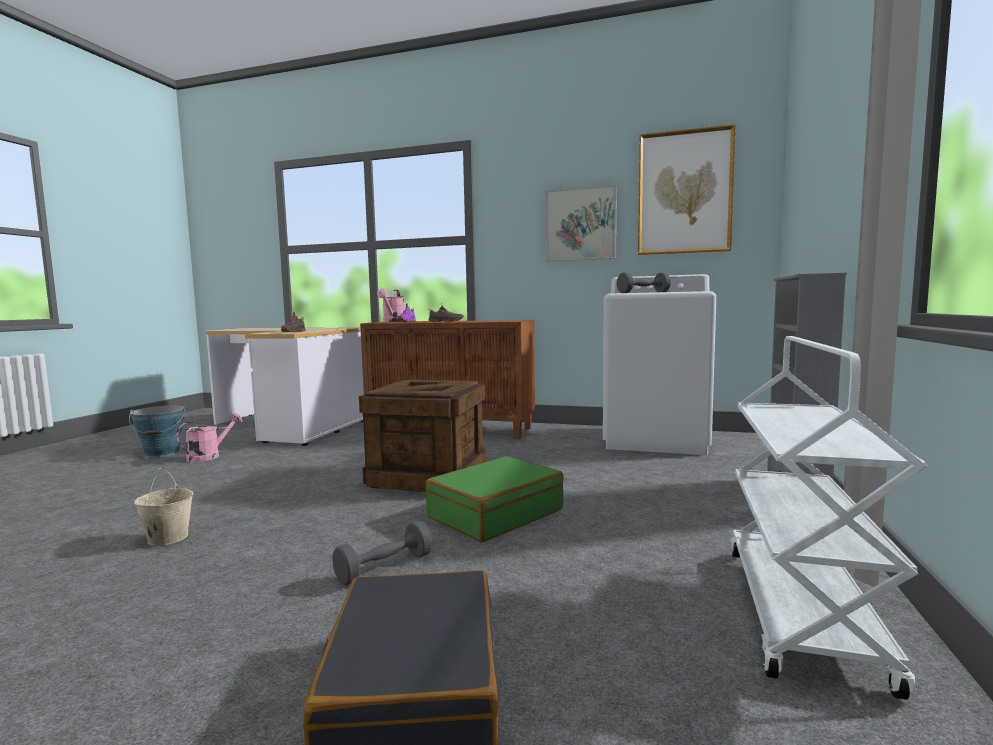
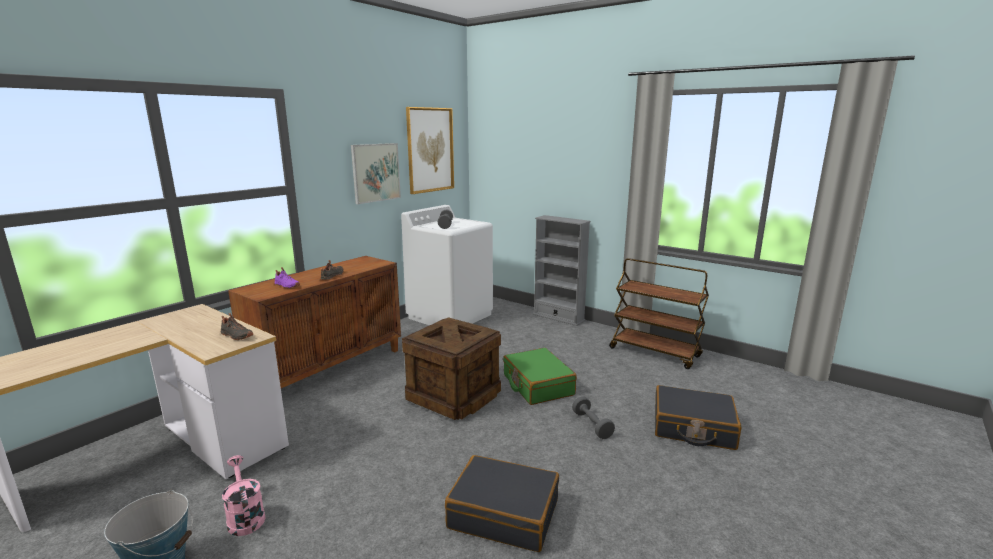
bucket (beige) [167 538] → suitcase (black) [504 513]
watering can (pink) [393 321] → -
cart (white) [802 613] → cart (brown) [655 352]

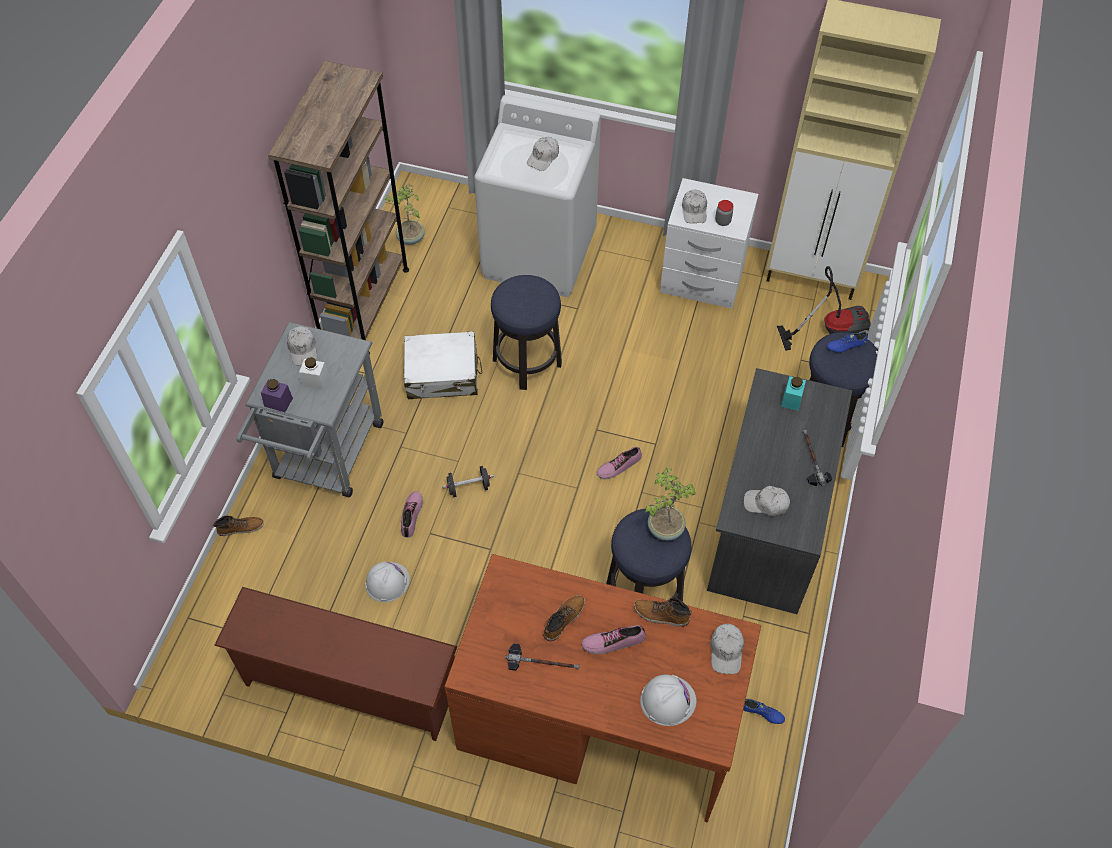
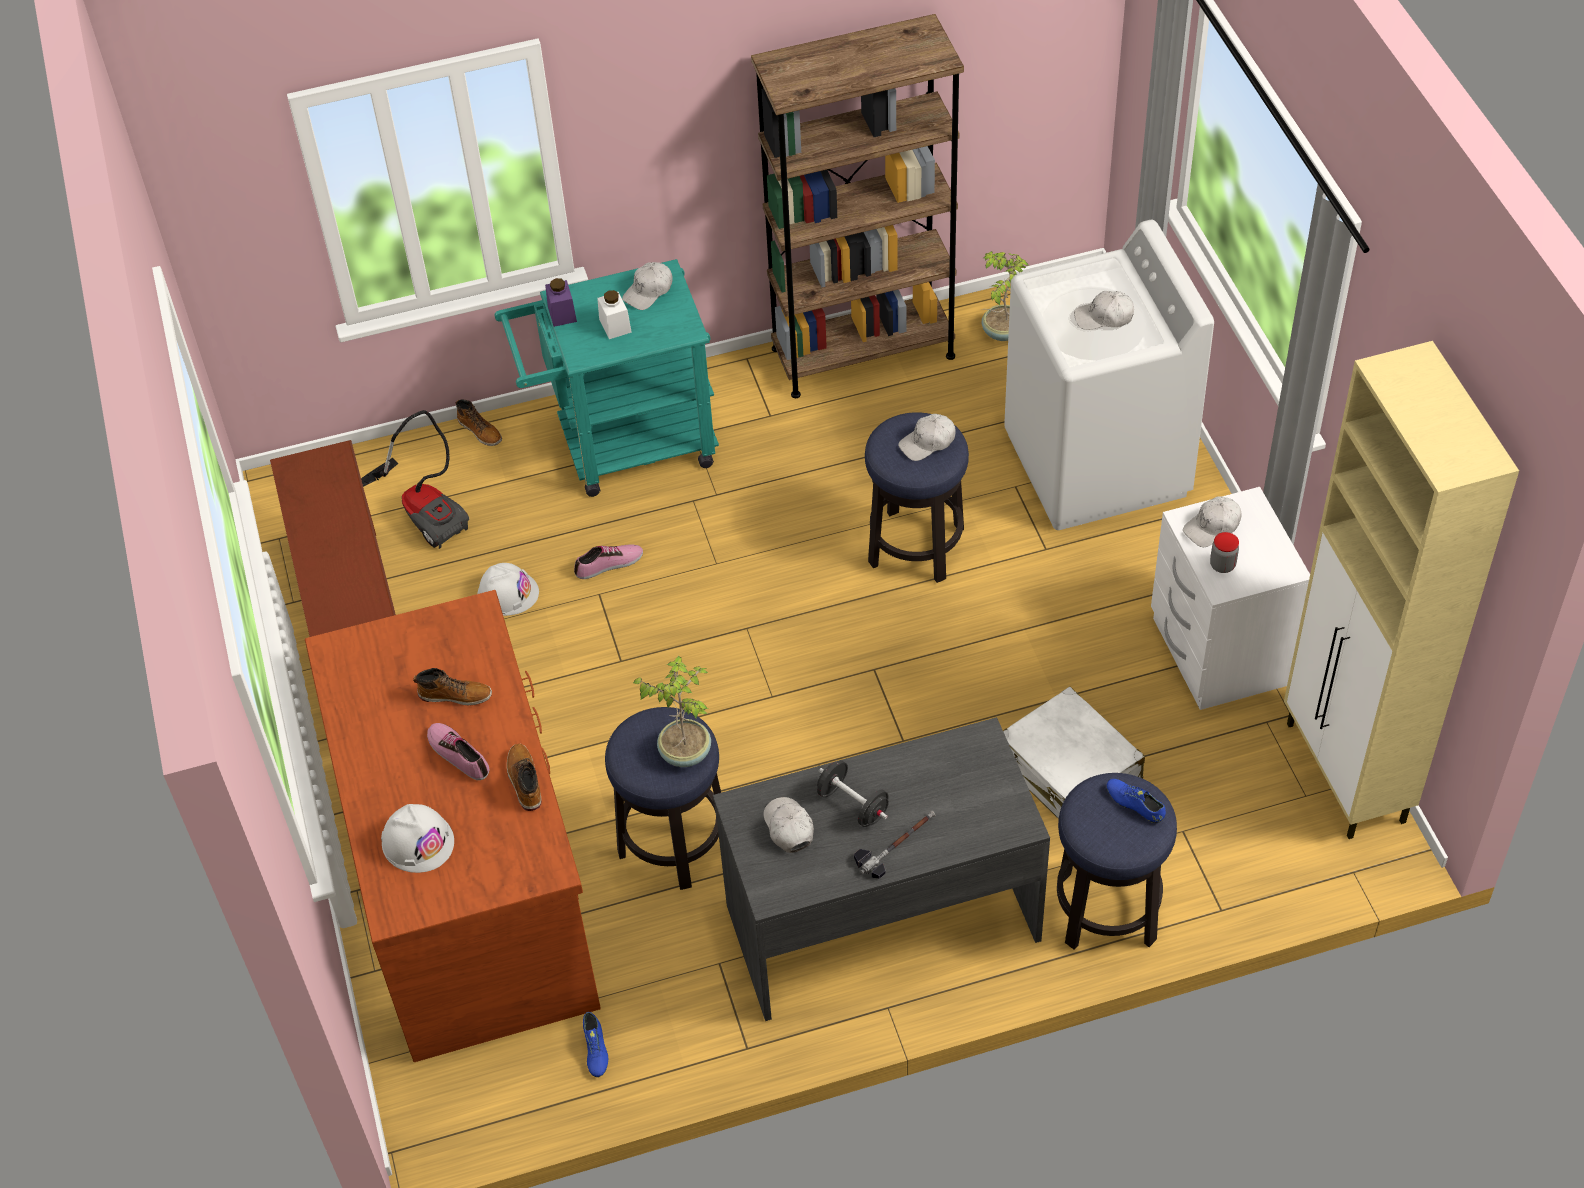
cart (grey) [325 459] → cart (turquoise) [622 446]
suitcase (white) [442 374] → suitcase (white) [1069 772], relocated
dumbbell (black) [468 487] → dumbbell (black) [853 805], relocated
hammer [542 662] → -
shoe [618 466] → -
cap (white) [726 651] → cap (white) [927 442], relocated
vacuum cleaner [831 328] → vacuum cleaner [426 510], relocated
jar (turquoise) [791 399] → -

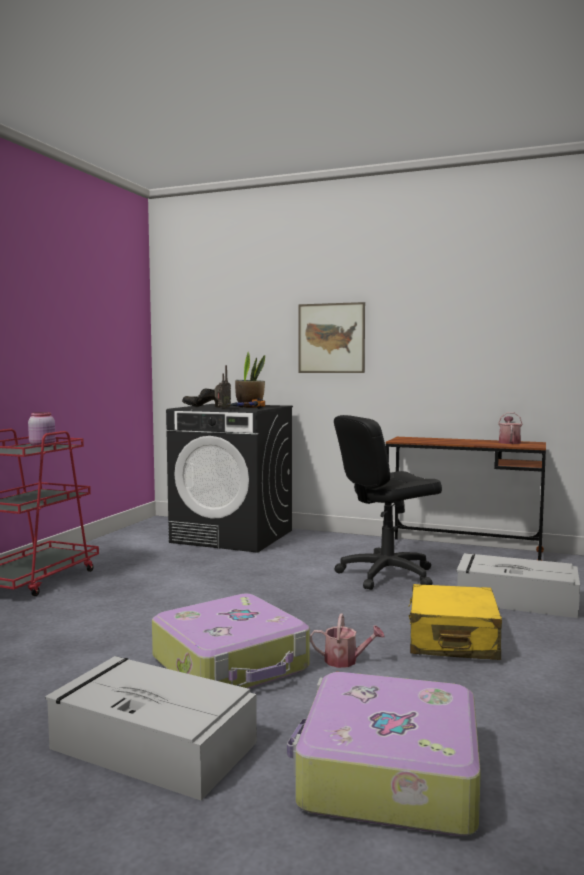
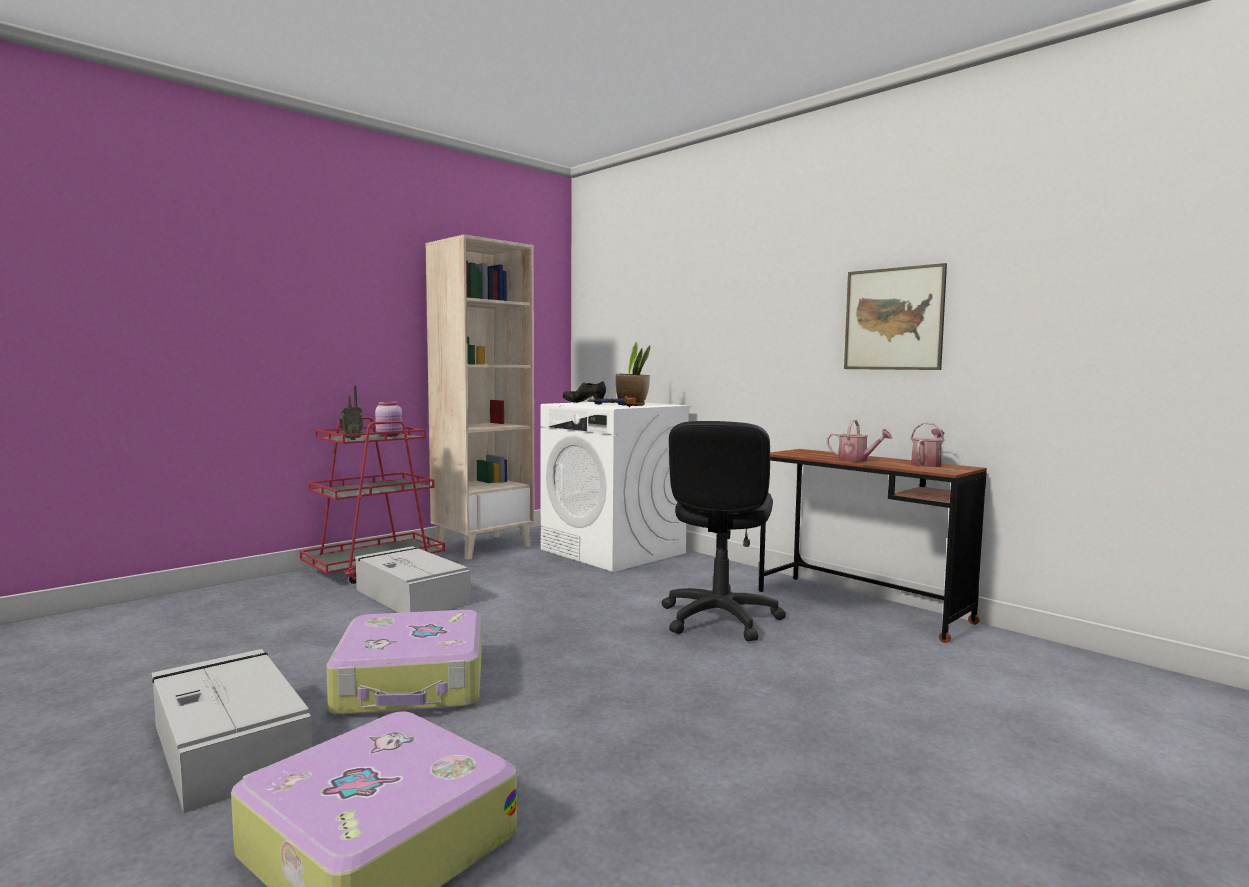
washing machine (black) [233 536] → washing machine (white) [613 551]
radio [222 408] → radio [350 439], relocated
picture [331 338] → picture [893 319], relocated
watering can [345 661] → watering can [857 460], relocated
office chair (black) [386 575] → office chair (black) [719 619], 75 degrees counterclockwise
suitcase (yellow) [452 640] → -
storage box (grey) [514 599] → storage box (grey) [411 596], relocated
- → bookcase (beige) [483 546]

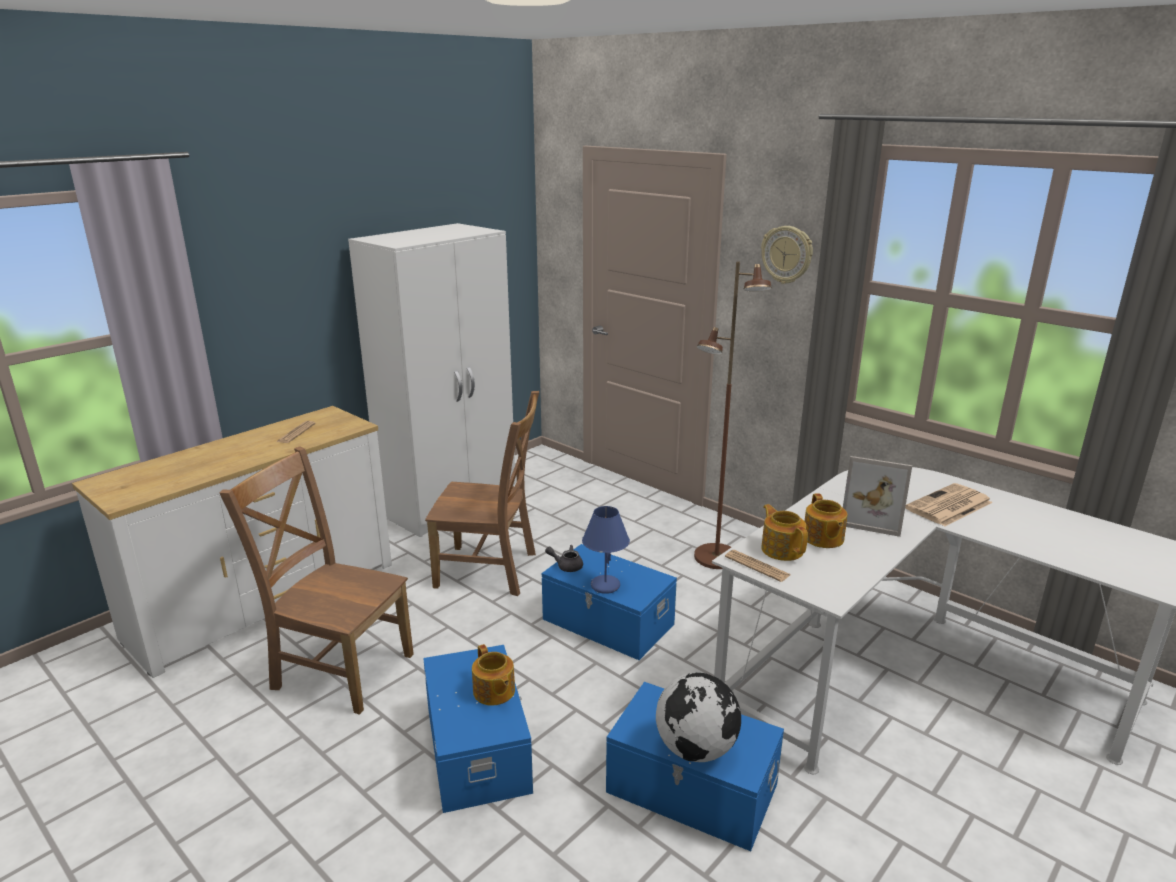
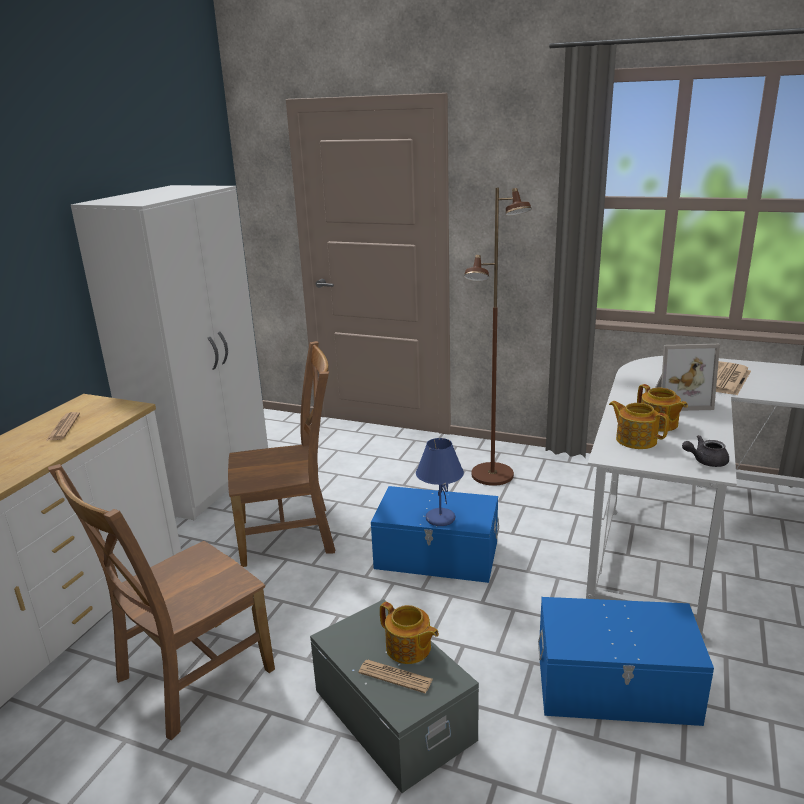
chair (brown) [339 669] → chair (brown) [189 678], 45 degrees counterclockwise
storage box (blue) [479 748] → storage box (grey) [394 713]
teapot (grey) [566 566] → teapot (grey) [705 461], relocated
globe [696 749] → -
newspaper [757 566] → newspaper [395 676], relocated
wall clock [787 254] → -

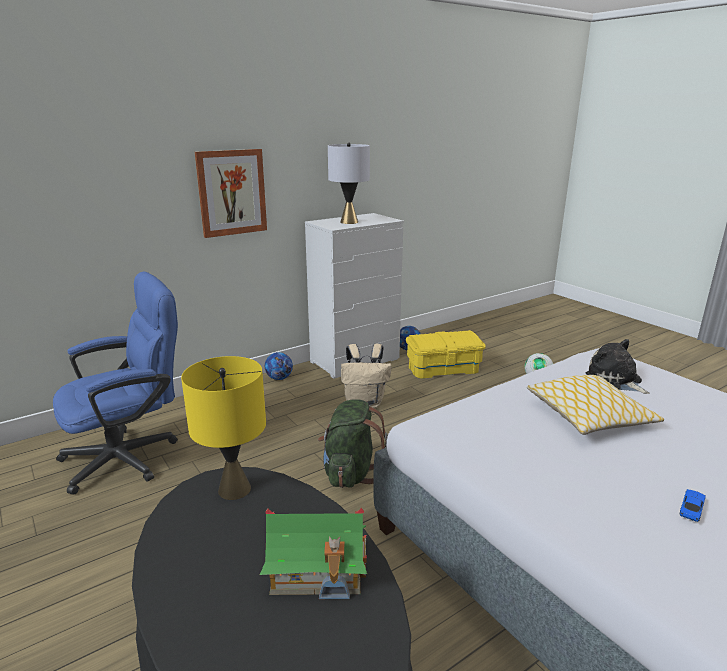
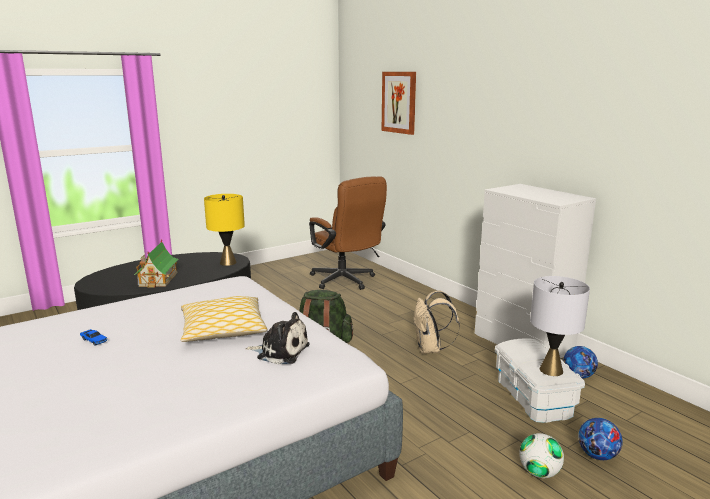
office chair (blue) [131 456] → office chair (brown) [346 281]
picture [231 192] → picture [399 102], relocated
football [279 378] → football [597 455], relocated
table lamp (grey) [349 222] → table lamp (grey) [551 370], relocated
storage box (yellow) [443 368] → storage box (white) [534 397]
plush toy [615 380] → plush toy [280 351], 45 degrees clockwise

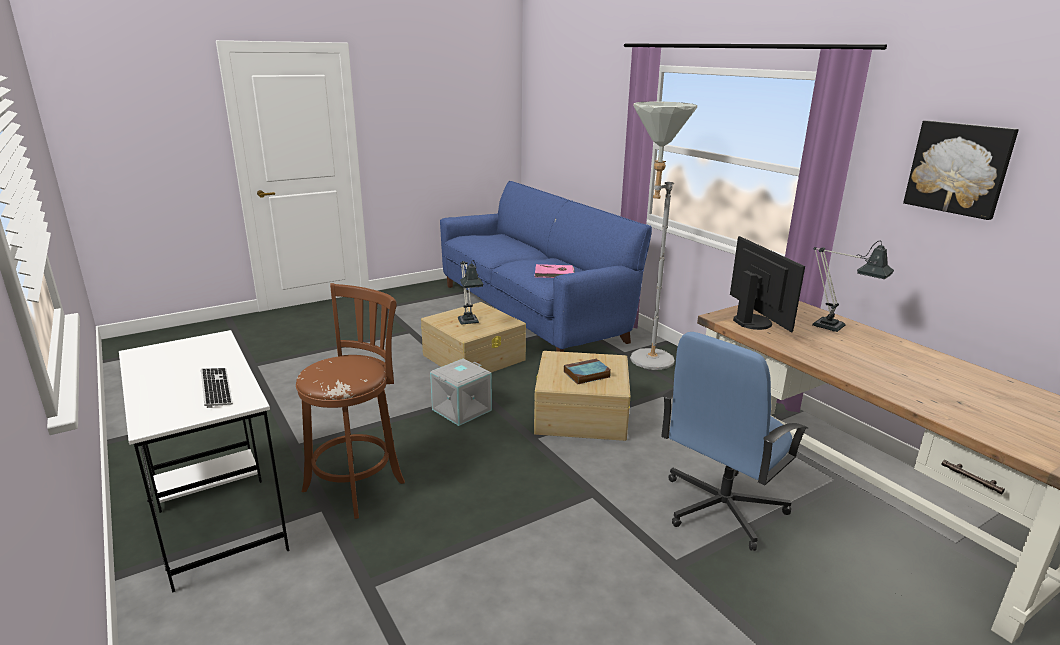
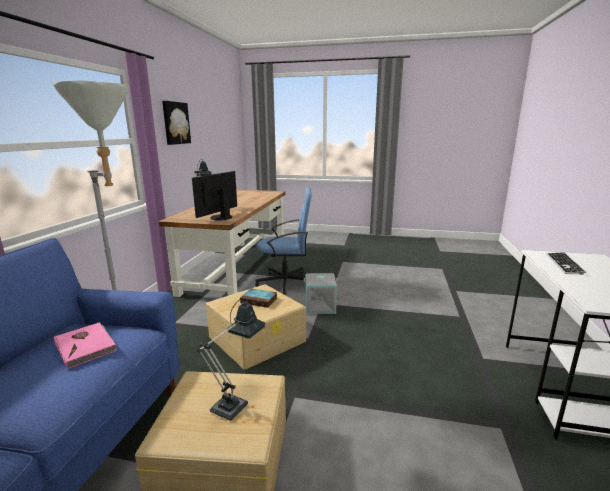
stool (brown) [358 484] → -
storage box (grey) [462 410] → storage box (grey) [320 306], relocated

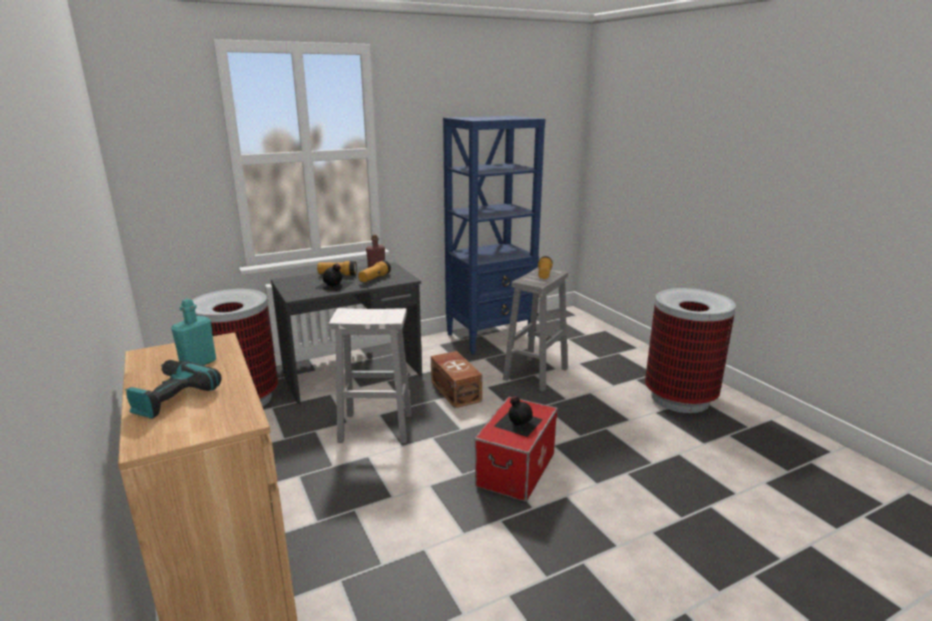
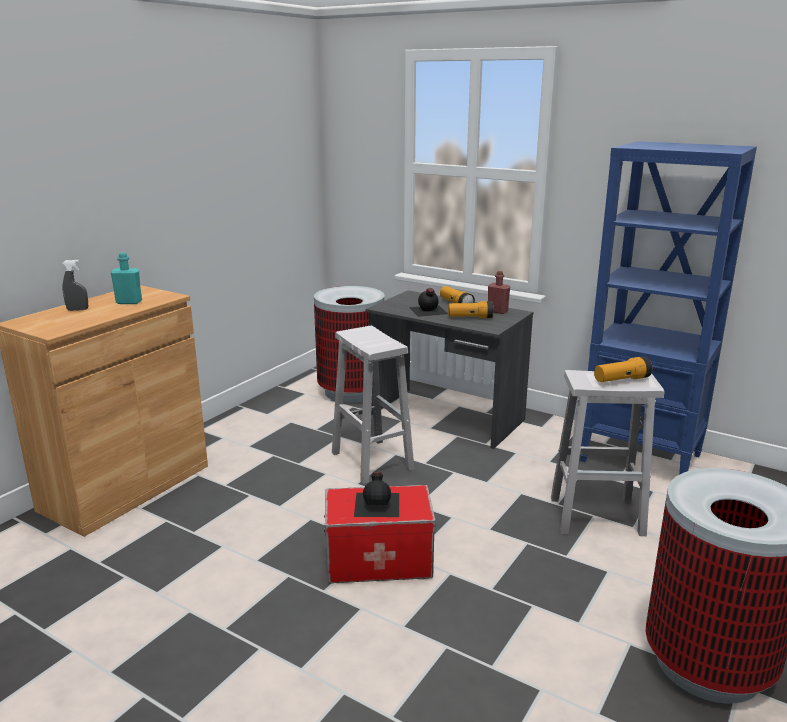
power drill [169 396] → spray bottle (grey) [77 310]
storage box (brown) [456 390] → -

